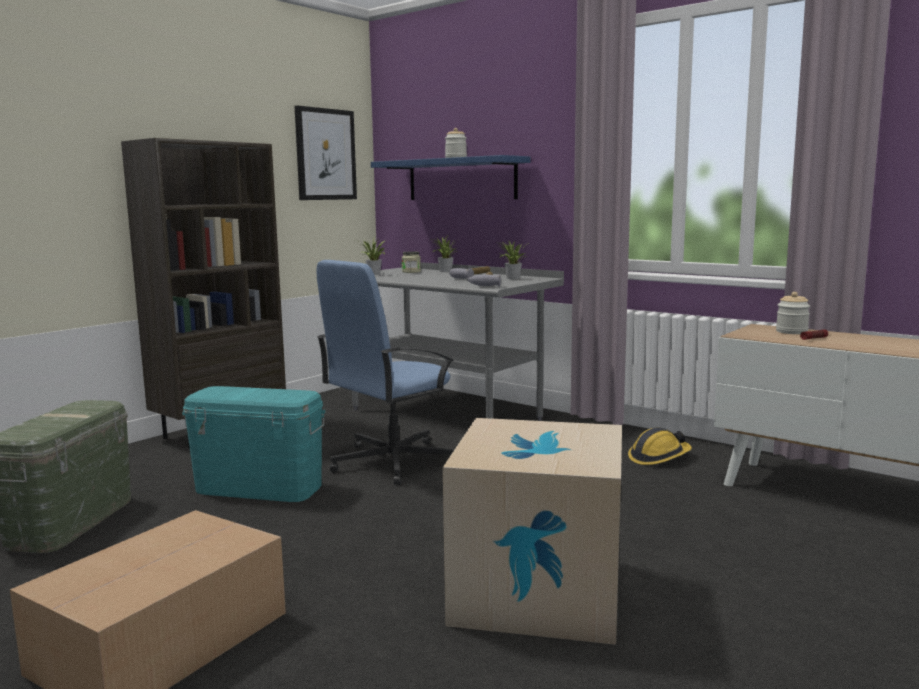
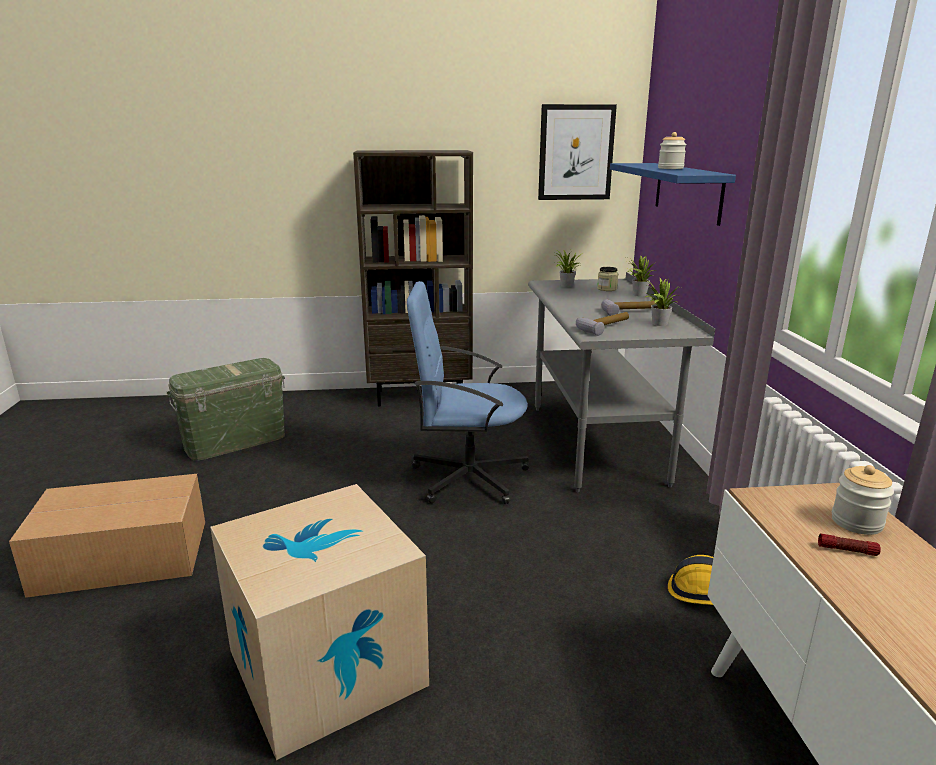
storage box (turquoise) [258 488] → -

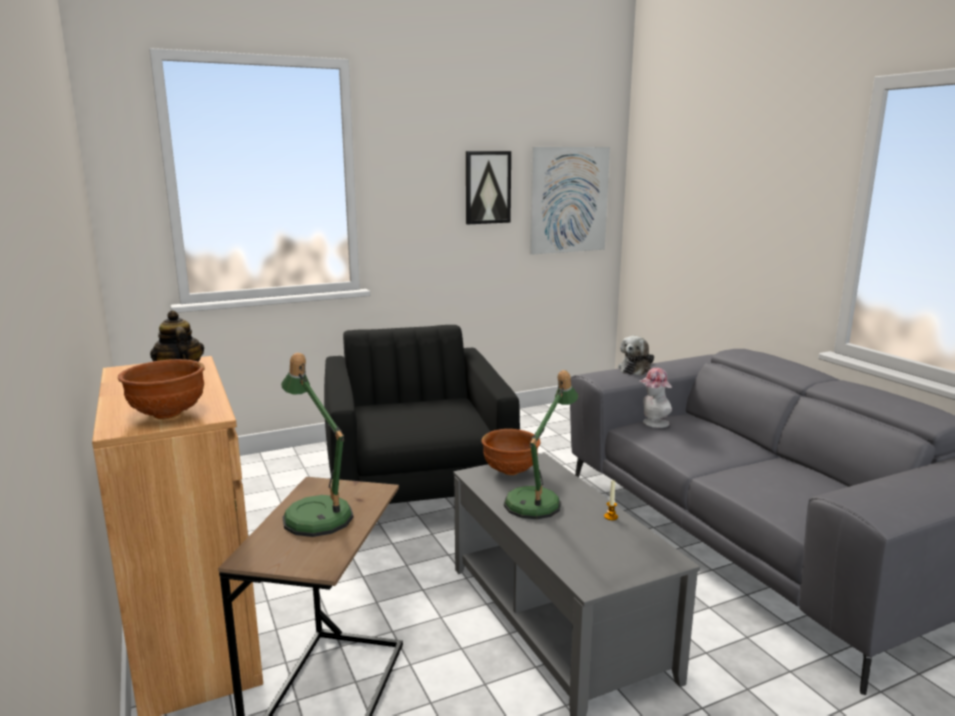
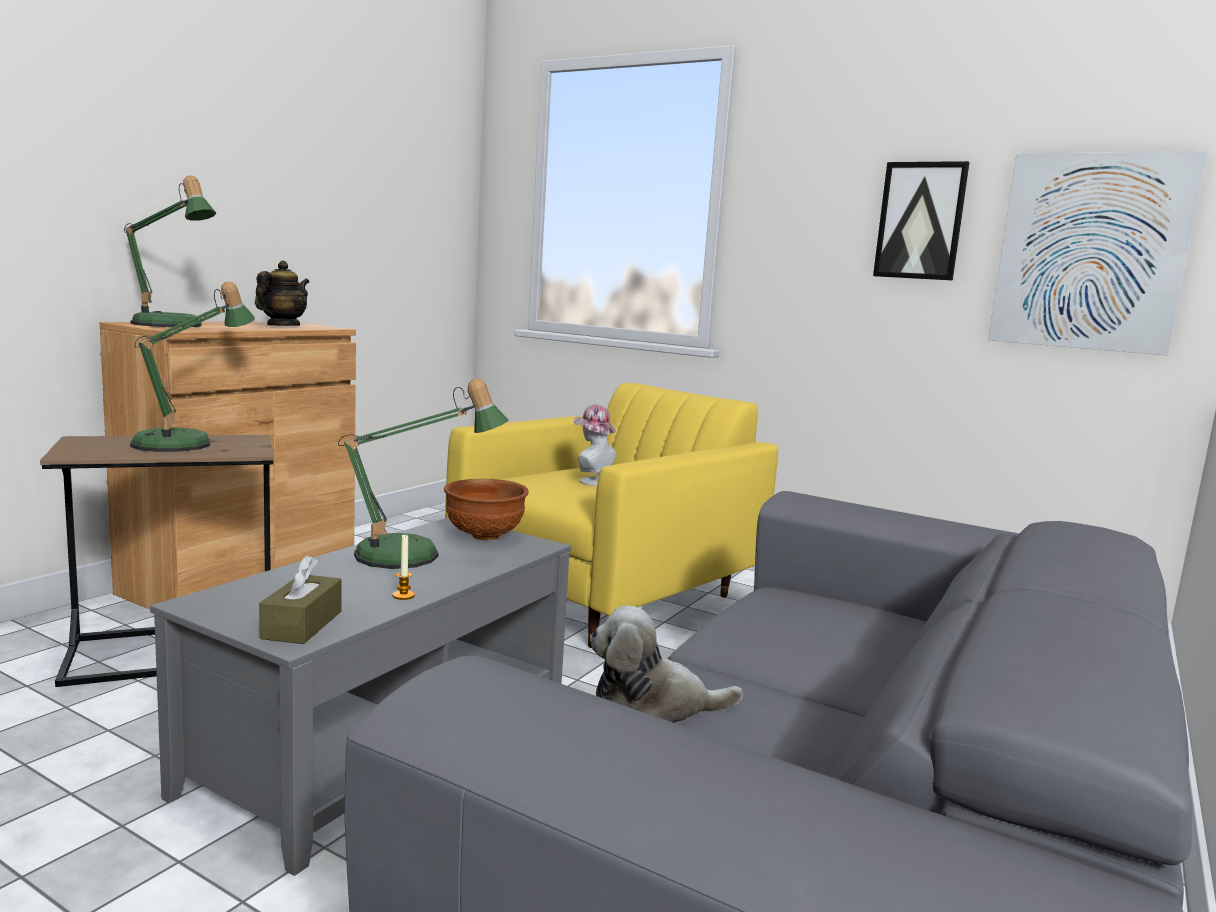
bowl (brown) [167 414] → table lamp [172 326]
armchair (black) [417 488] → armchair (yellow) [606 596]
plush toy [635 369] → plush toy [653 707], relocated
hat [653 423] → hat [592 481], relocated
- → tissue box (brown) [302 625]

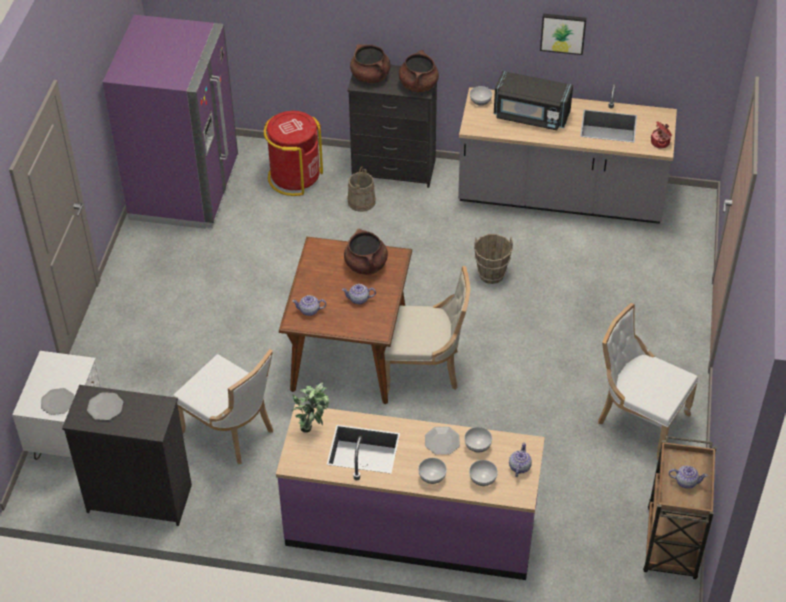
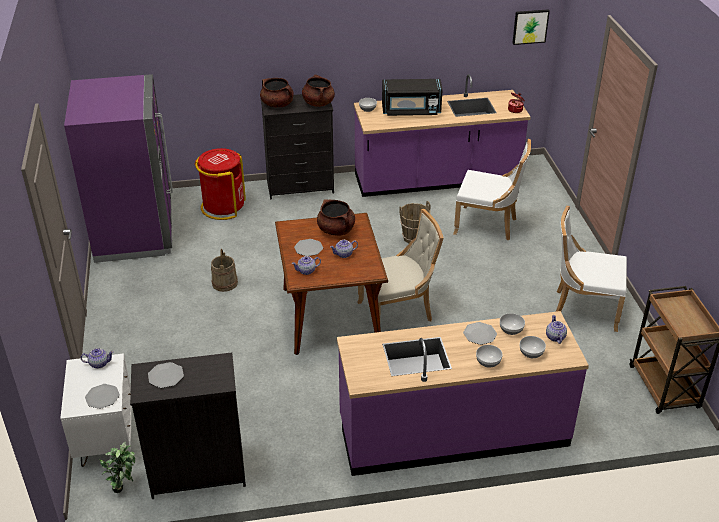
chair (white) [231 432] → chair (white) [488 225], relocated
potted plant [313 426] → potted plant [124 486], relocated
bucket (beige) [361 201] → bucket (beige) [224 283], relocated
counter (grey) [560 198] → counter (purple) [436 180]
picture [563 33] → picture [530 26], relocated
teapot [685 481] → teapot [99 363], relocated
- → plate [308 248]

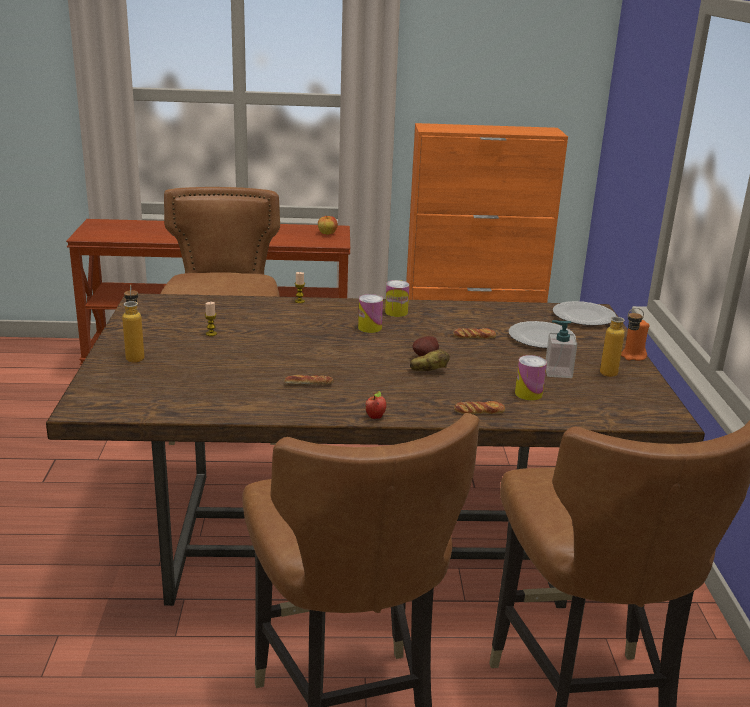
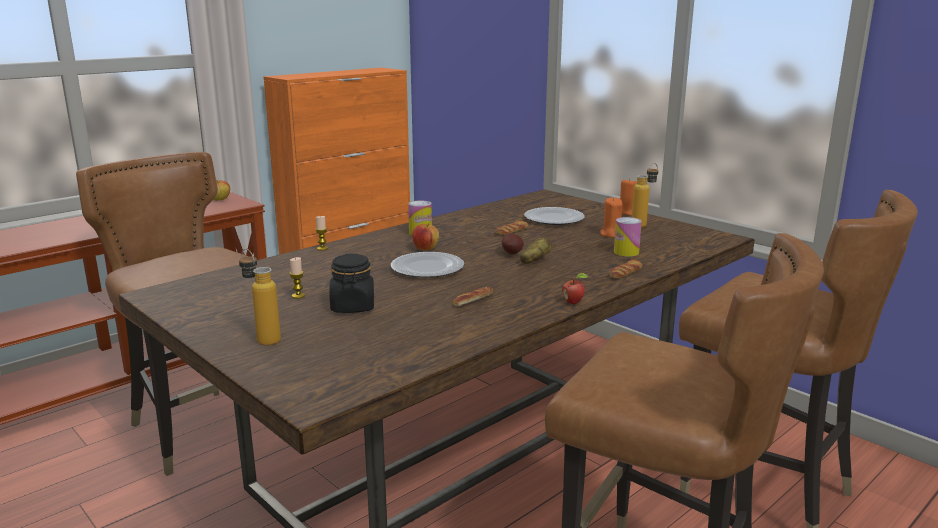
can [369 328] → apple [425 248]
soap dispenser [558 372] → candle (orange) [610 234]
plate [584 316] → plate [427 268], relocated
- → jar (black) [353 307]

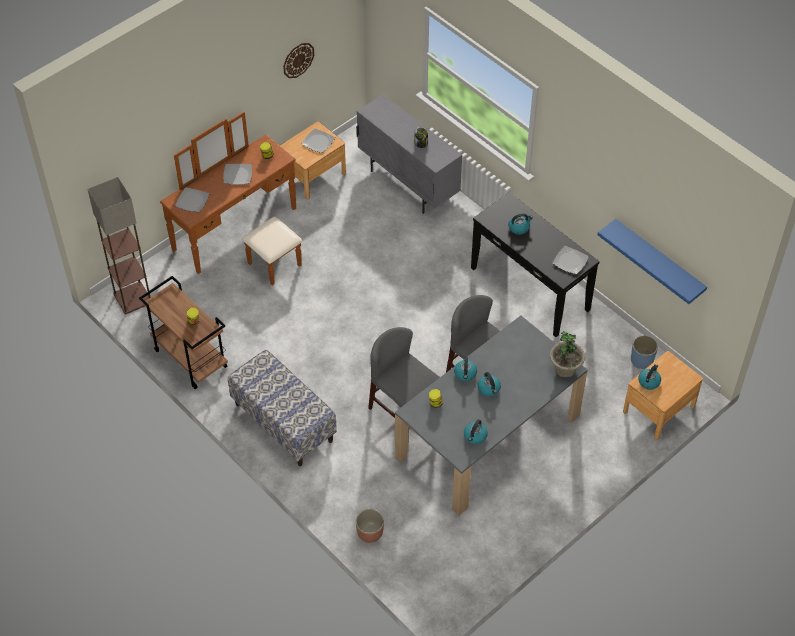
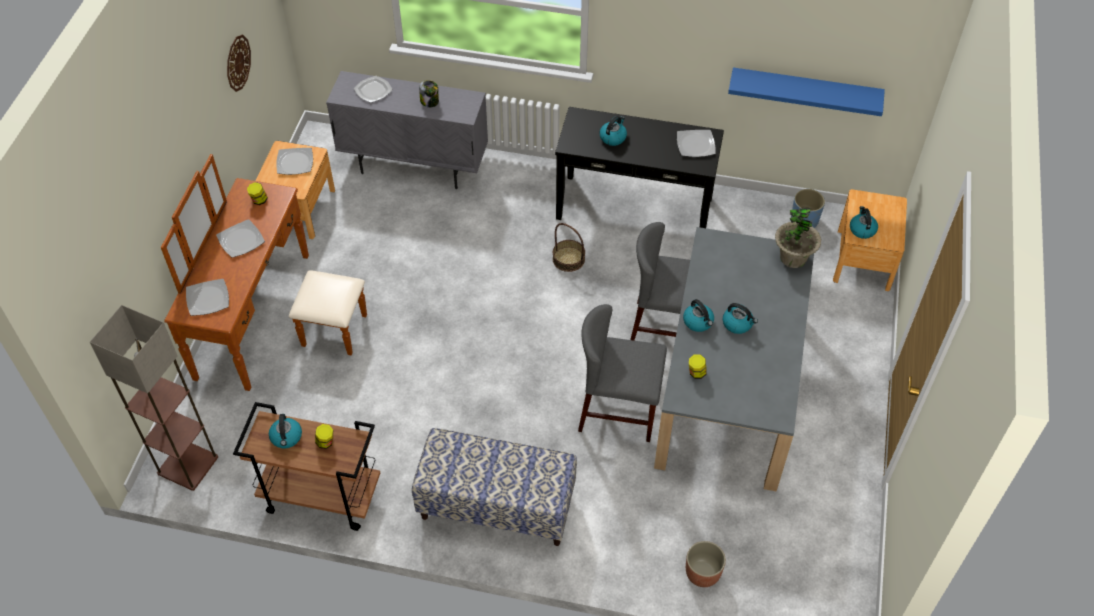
kettle [475 436] → kettle [286 437], relocated
- → plate [373 90]
- → basket [568 259]

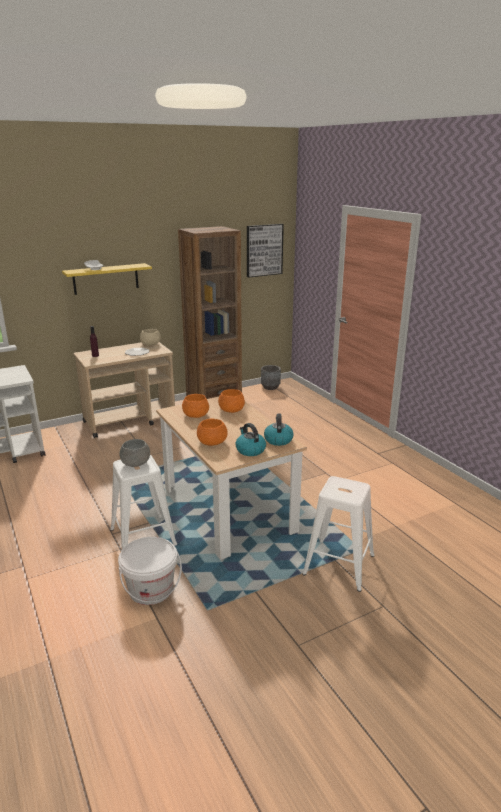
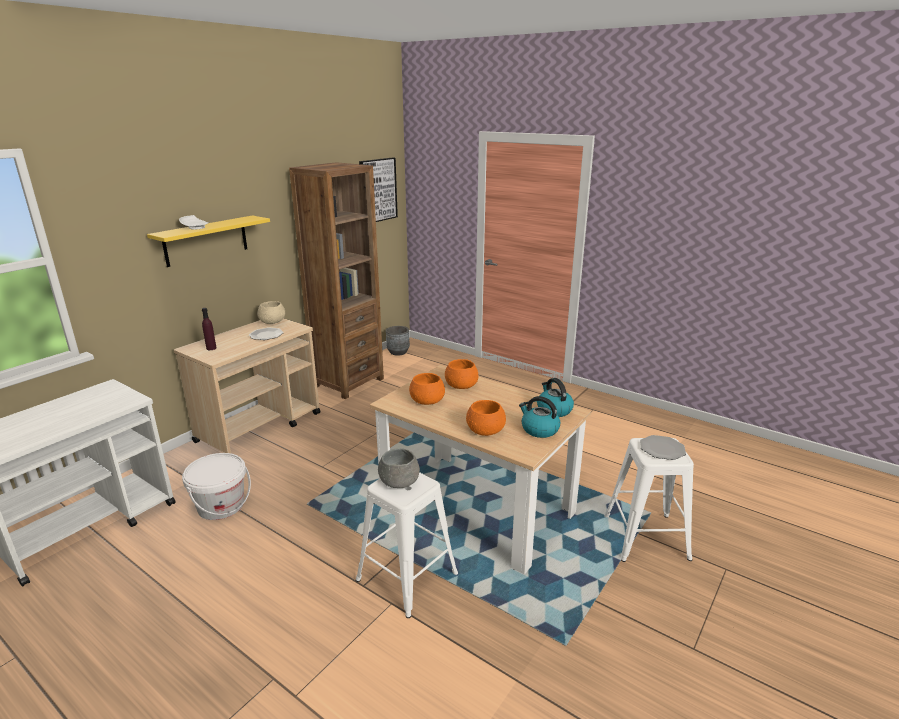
bucket (white) [151 589] → bucket (white) [221 506], relocated
- → plate [662 448]

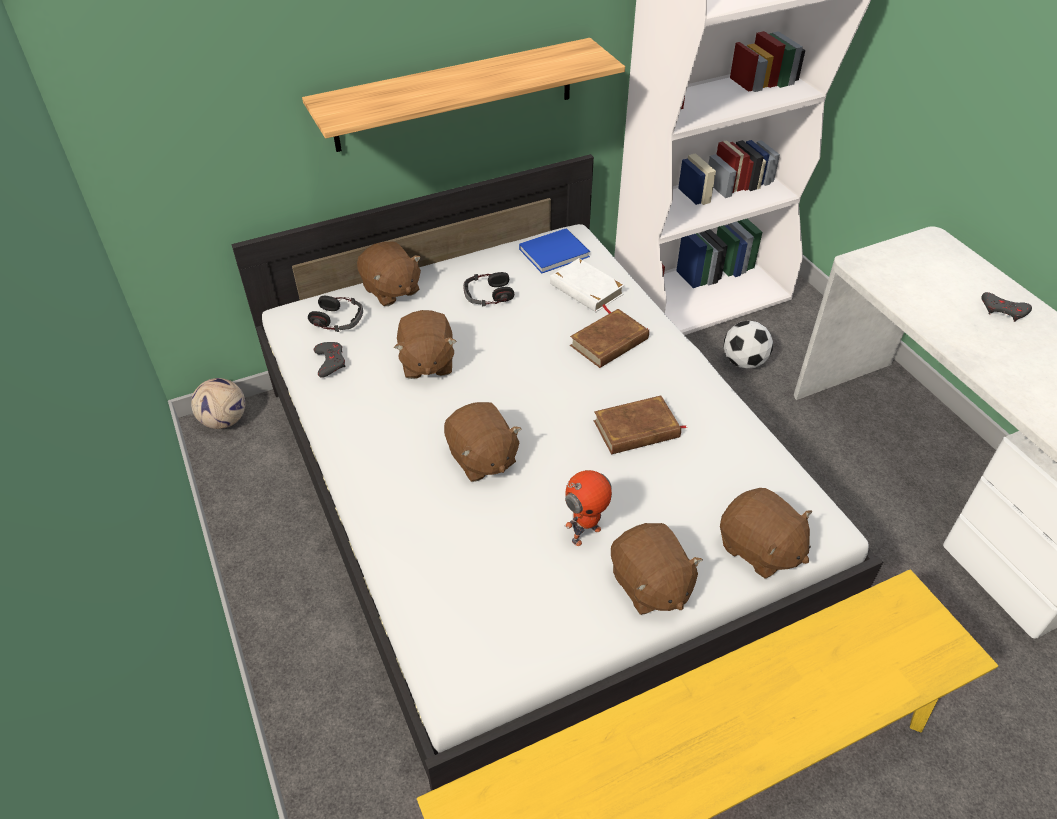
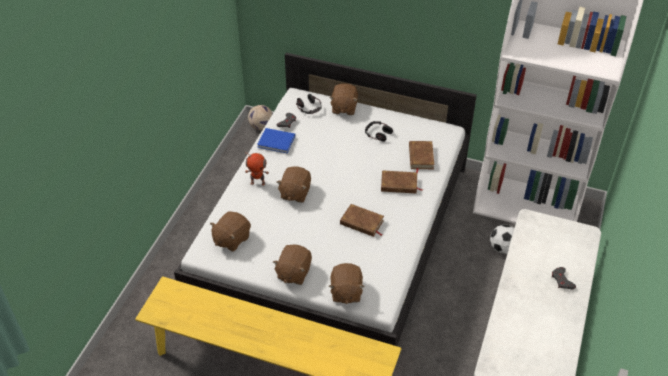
shelf [455 95] → -
plush toy (brown) [426 362] → plush toy (brown) [231 239], relocated
book (blue) [556 252] → book (blue) [277 142], relocated
book (white) [586 290] → book (brown) [420 157]
toy robot [585 533] → toy robot [258 182], relocated

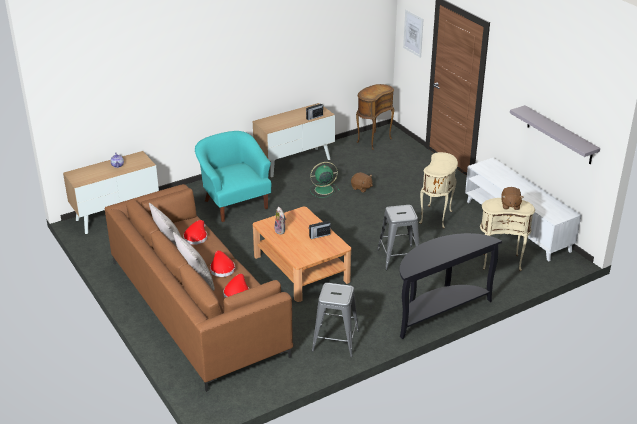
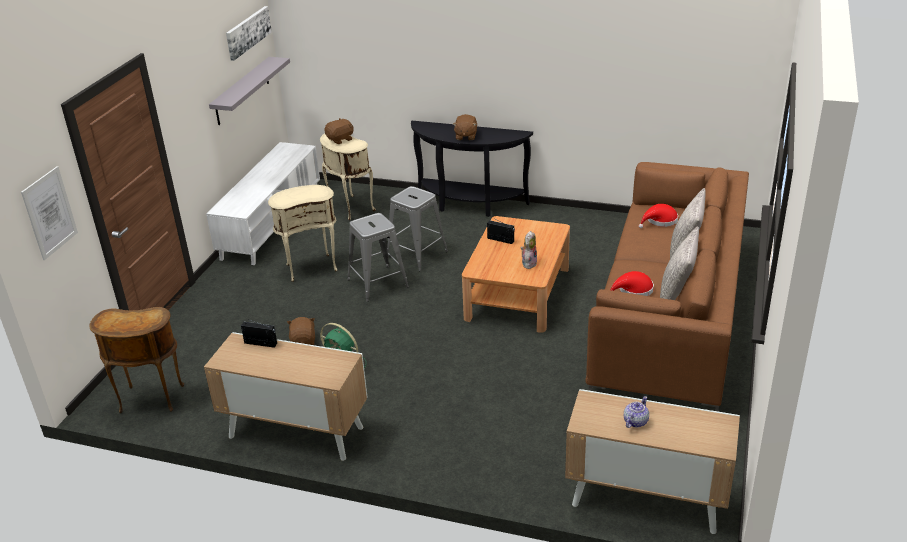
armchair (turquoise) [235 203] → -
hat (red) [222 269] → -
stool (grey) [336 340] → stool (grey) [377 283], relocated
- → picture [248 32]
- → plush toy (brown) [465 136]

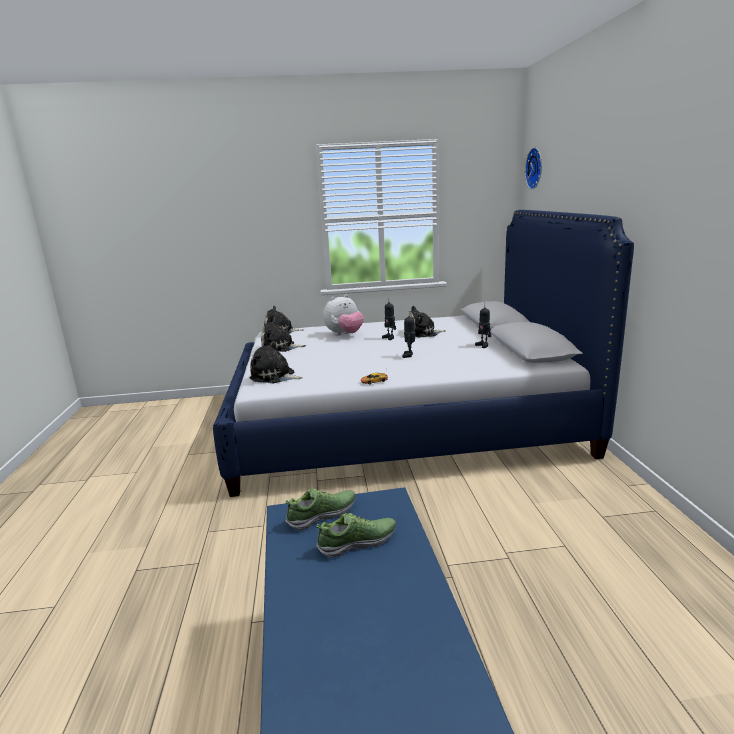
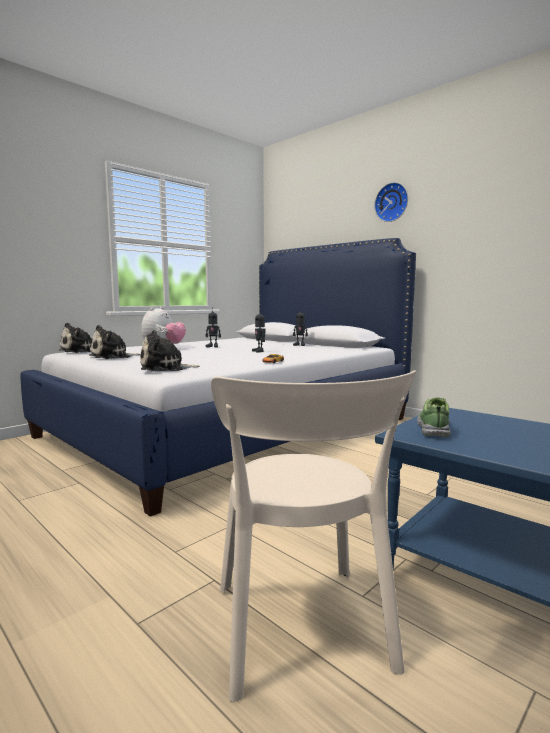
shoe [357 543] → -
plush toy [423 333] → -
wall clock [536 168] → wall clock [392 202], relocated
- → chair (beige) [302 633]

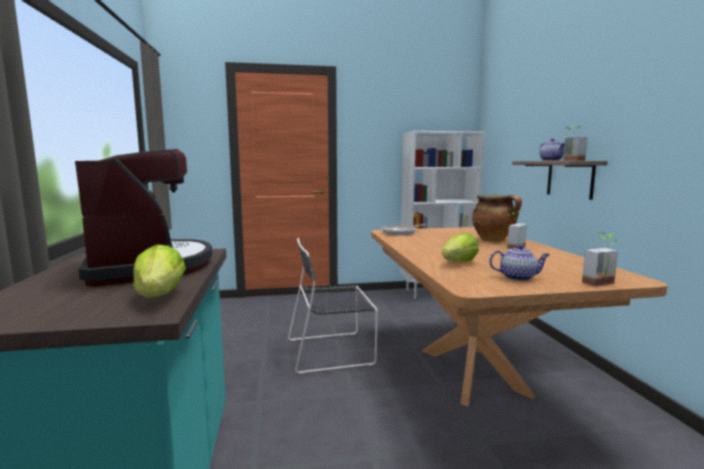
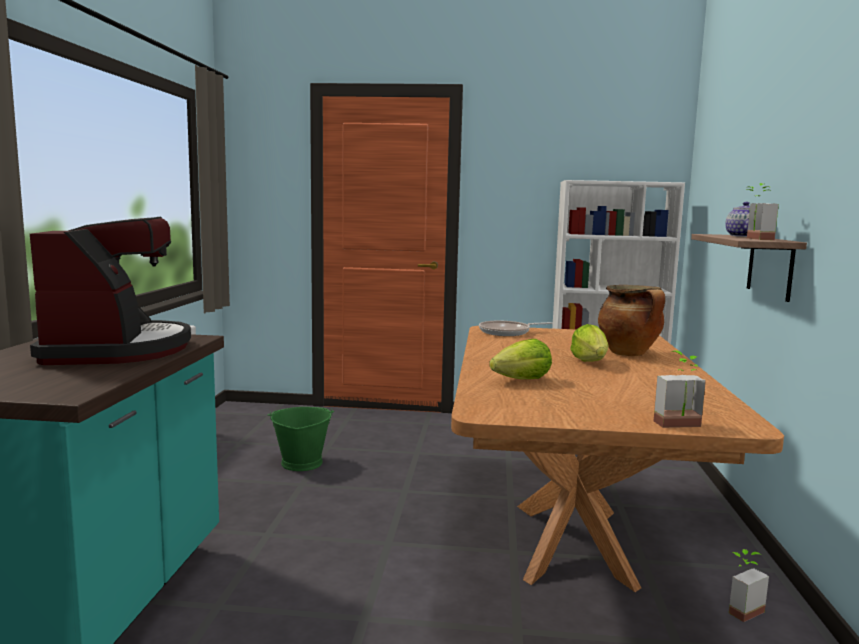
lettuce [160 296] → lettuce [590 362], relocated
chair (black) [333 351] → -
teapot [518 277] → -
potted plant [512 247] → potted plant [740 609], relocated
- → bucket (green) [301 463]

